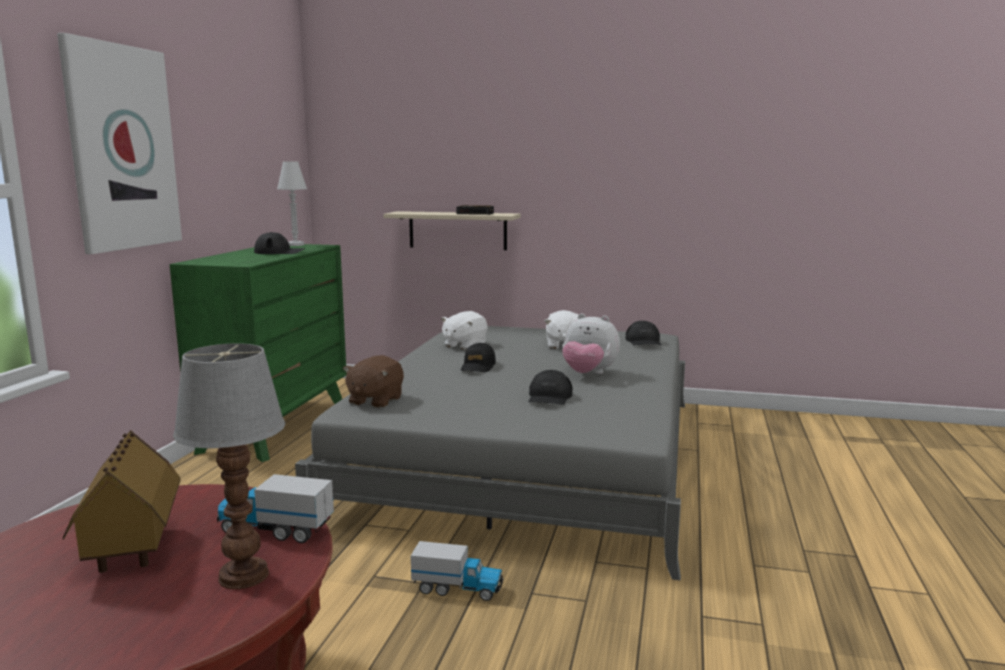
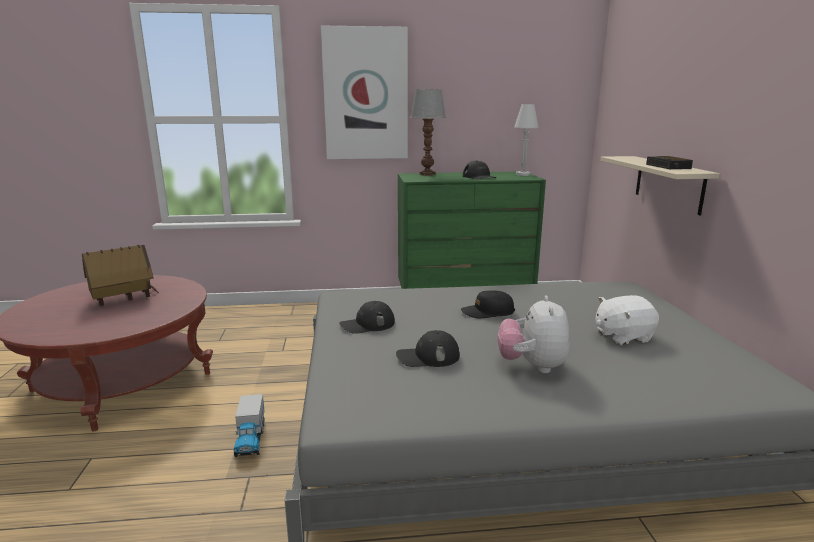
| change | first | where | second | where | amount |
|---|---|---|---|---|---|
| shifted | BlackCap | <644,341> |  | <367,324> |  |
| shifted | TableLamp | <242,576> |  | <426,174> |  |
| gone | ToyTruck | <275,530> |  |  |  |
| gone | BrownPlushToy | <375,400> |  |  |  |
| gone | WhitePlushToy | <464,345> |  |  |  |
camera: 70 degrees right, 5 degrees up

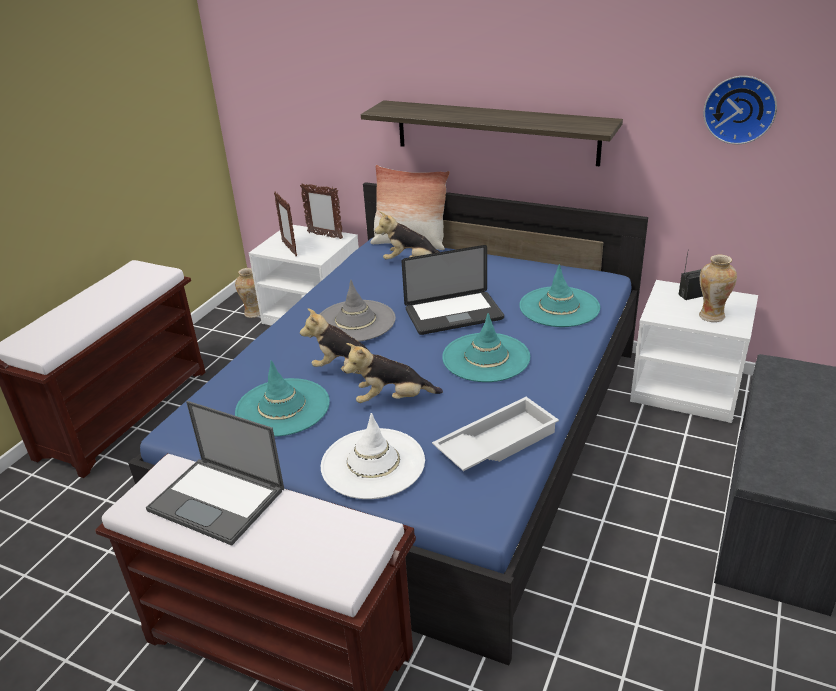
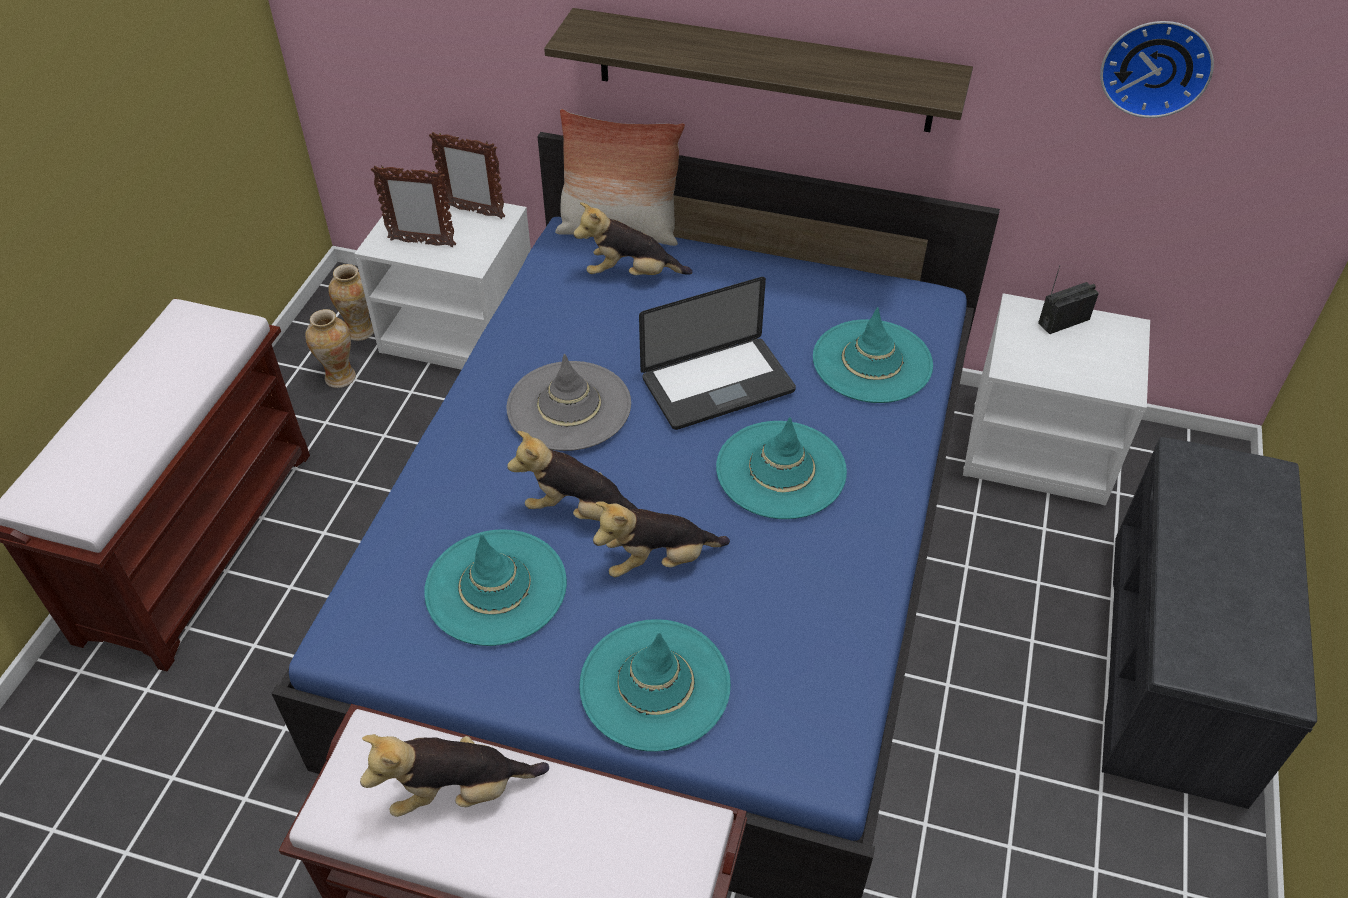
| change | first | where | second | where | amount |
|---|---|---|---|---|---|
| shifted | Vase | <710,316> |  | <339,377> |  |
| swapped | Laptop | <218,500> | PlushToy | <458,792> |  |
| rotated | PictureFrame | <289,249> |  | <421,243> | 45 degrees counterclockwise |
| repainted | WhiteHat | <373,463> | TurquoiseHat | <654,684> |  |
| gone | WhiteTray | <496,442> |  |  |  |
camera: 10 degrees left, 15 degrees up

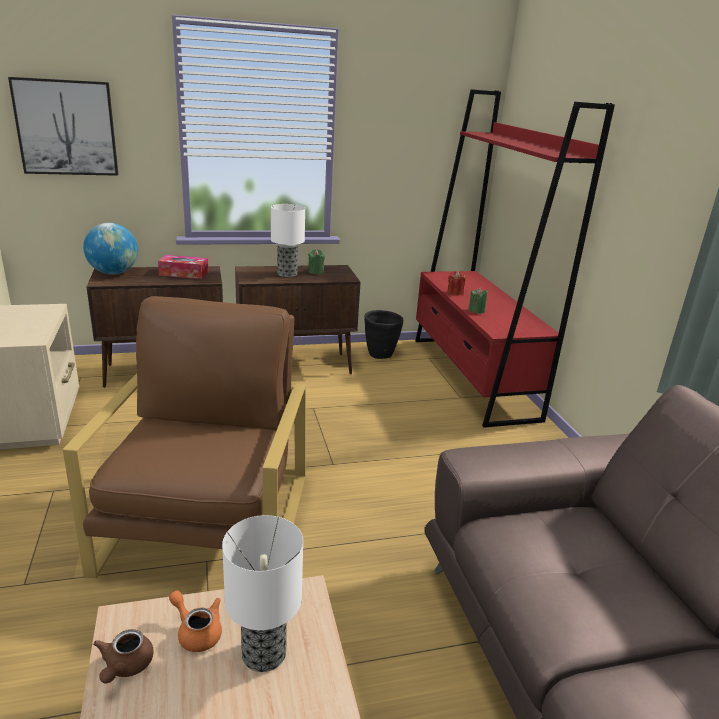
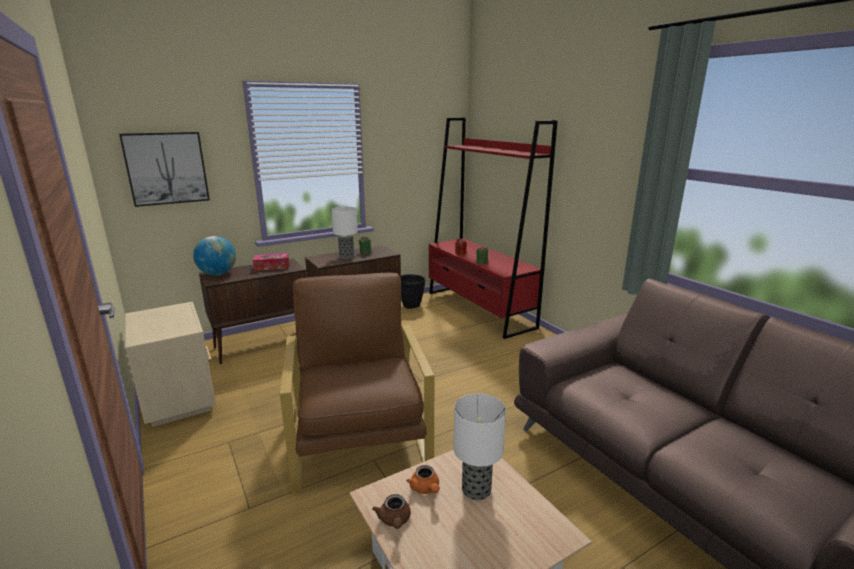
| change | first | where | second | where | amount |
|---|---|---|---|---|---|
| rotated | OrangeTeapot | <196,631> |  | <425,489> | 135 degrees counterclockwise |
camera: 15 degrees left, 5 degrees down

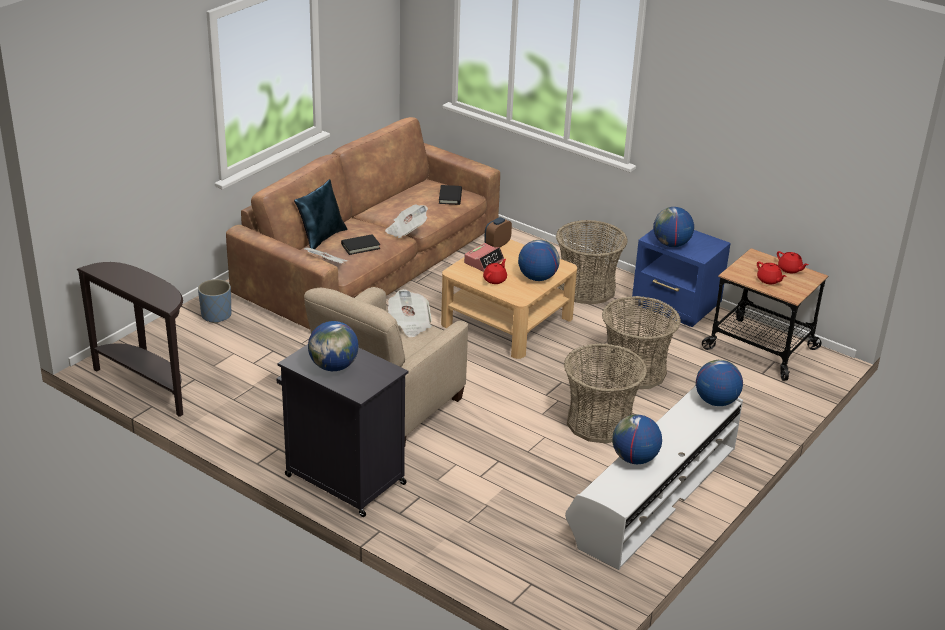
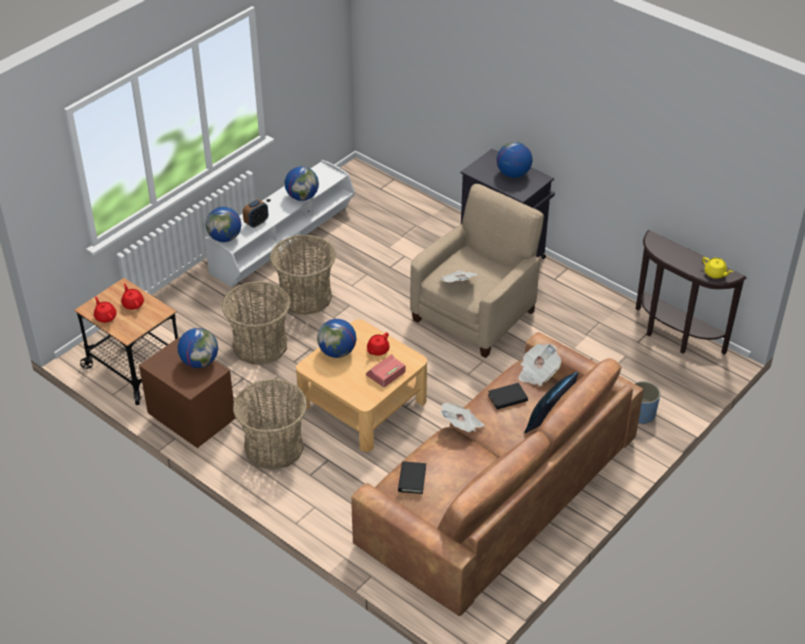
| change | first | where | second | where | amount |
|---|---|---|---|---|---|
| repainted | BlueNightstand | <676,308> | BrownNightstand | <192,420> |  |
| shifted | AlarmClock | <497,245> |  | <256,223> |  |
| new |  |  | YellowTeapot | <715,273> |  |
camera: 175 degrees left, 10 degrees up

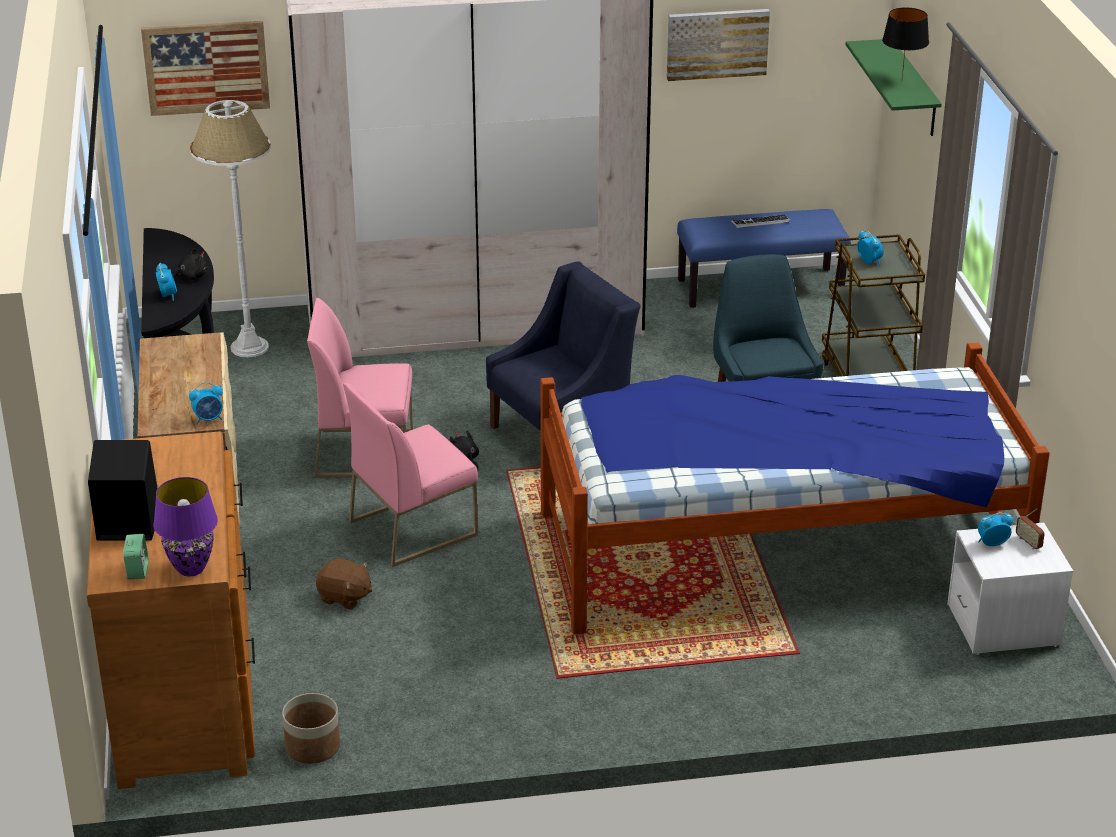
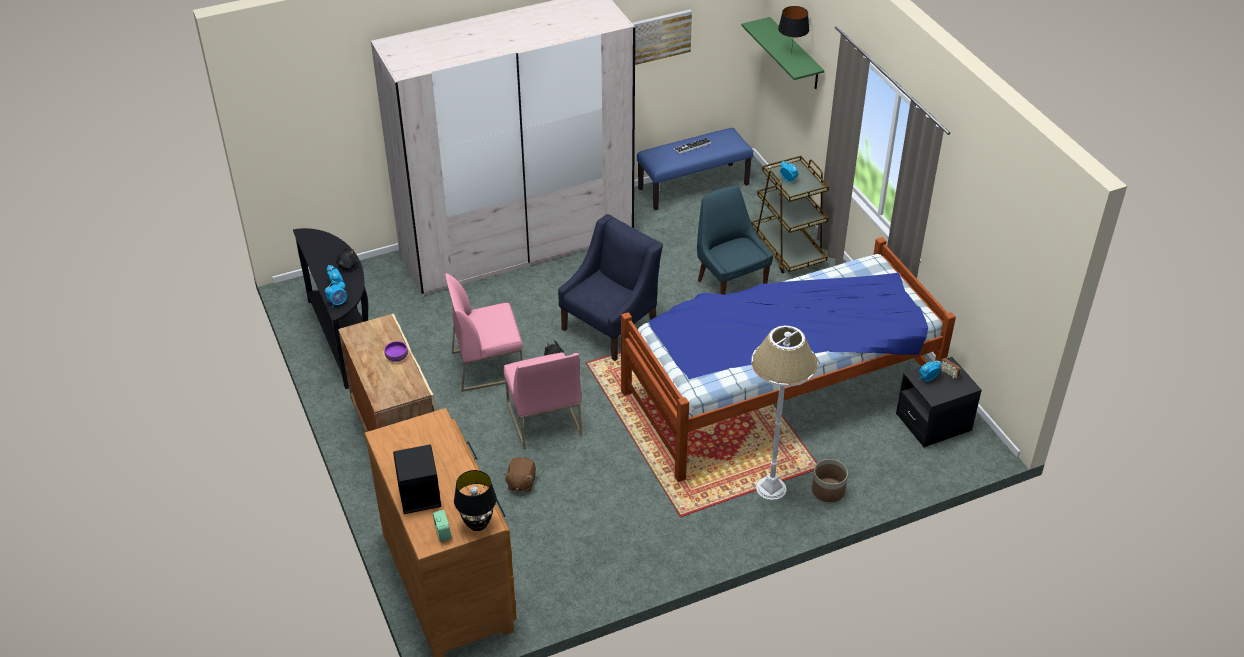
| change | first | where | second | where | amount |
|---|---|---|---|---|---|
| shifted | AlarmClock | <209,419> |  | <338,303> |  |
| new |  |  | PurpleBowl | <397,356> |  |
| repainted | PurpleTableLamp | <191,568> | BlackTableLamp | <477,524> |  |
| rotated | PinkChair | <413,527> |  | <543,419> | 60 degrees counterclockwise |
| rotated | BrownPlushToy | <345,597> |  | <521,483> | 90 degrees clockwise |
| shifted | WhiteFloorLamp | <249,348> |  | <771,489> |  |
| shifted | Planter | <312,747> |  | <828,490> |  |
| repainted | WhiteNightstand | <1003,625> | BlackNightstand | <933,422> |  |
| gone | Picture | <206,67> |  |  |  |
camera: 15 degrees left, 10 degrees up

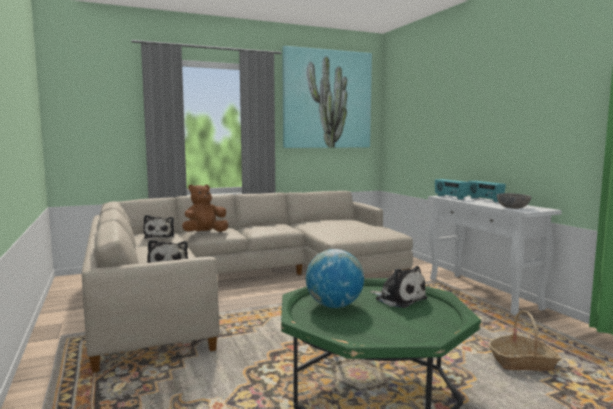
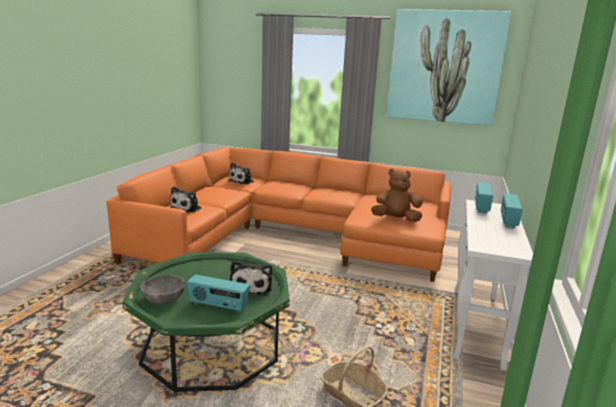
| change | first | where | second | where | amount |
|---|---|---|---|---|---|
| repainted | BeigeSofa | <241,283> | OrangeSofa | <291,235> |  |
| shifted | GreyBowl | <512,208> |  | <163,299> |  |
| new |  |  | Radio | <218,306> |  |
| shifted | BrownPlushToy | <205,233> |  | <395,219> |  |
| gone | Globe | <334,306> |  |  |  |
camera: 40 degrees right, 10 degrees up

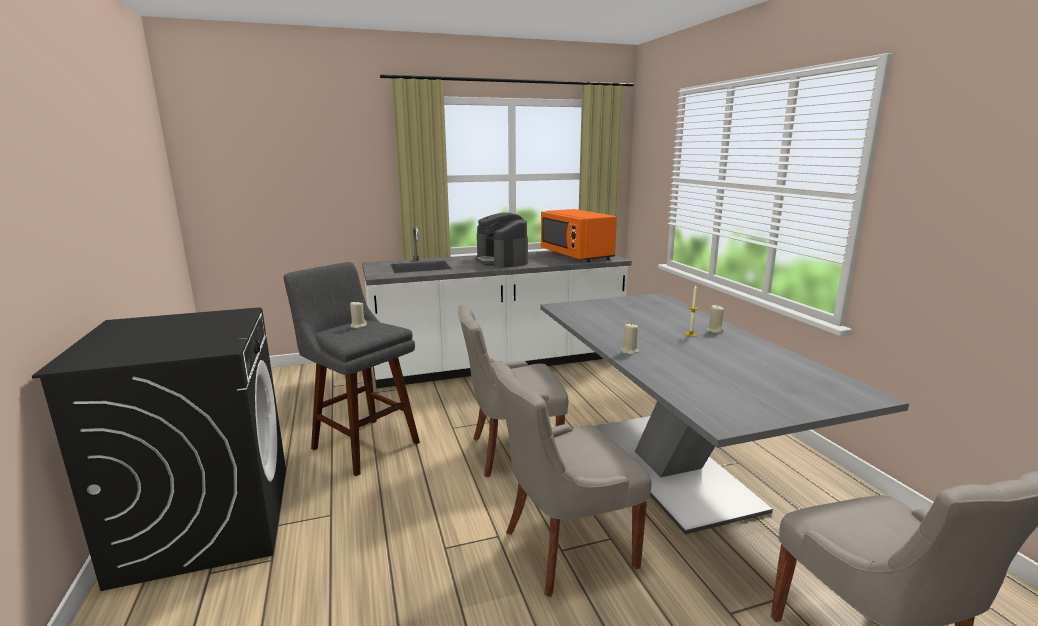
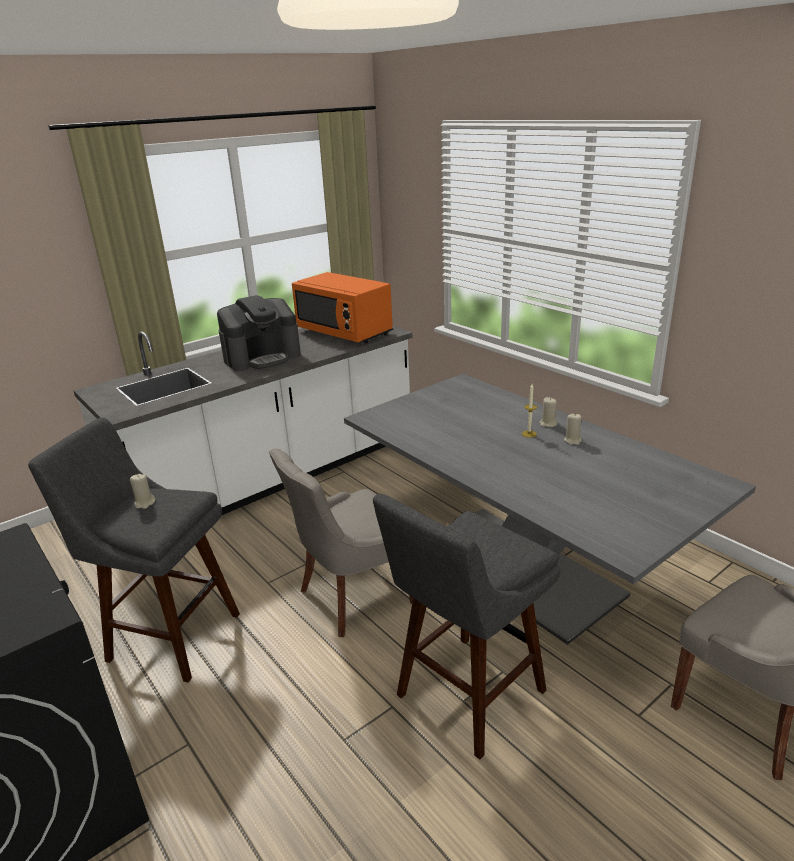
| change | first | where | second | where | amount |
|---|---|---|---|---|---|
| rotated | CoffeeMachine | <502,261> |  | <262,357> | 75 degrees counterclockwise |
| swapped | GreyChair | <565,548> | GreyStool | <466,697> |  |
| shifted | BeigeCandle | <629,351> |  | <572,440> |  |
camera: 20 degrees left, 10 degrees up

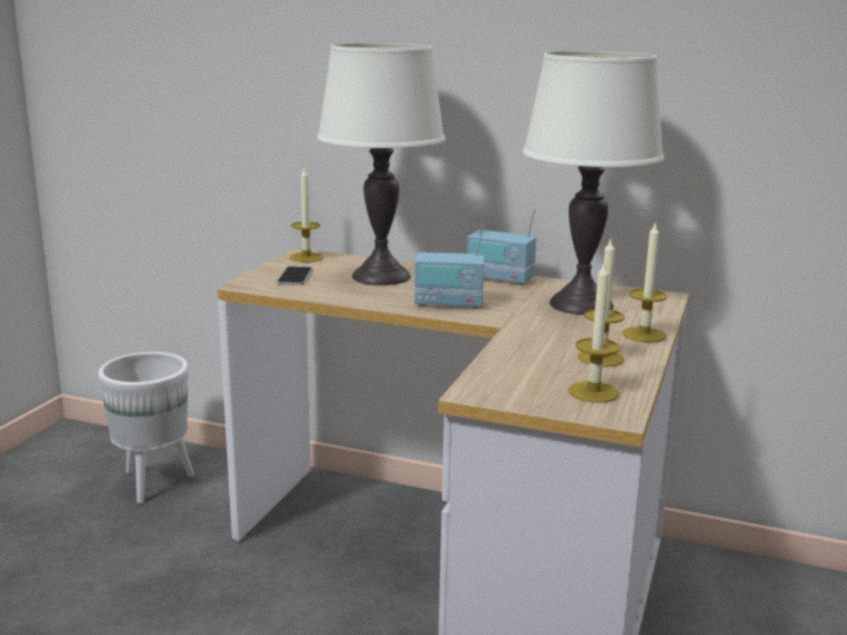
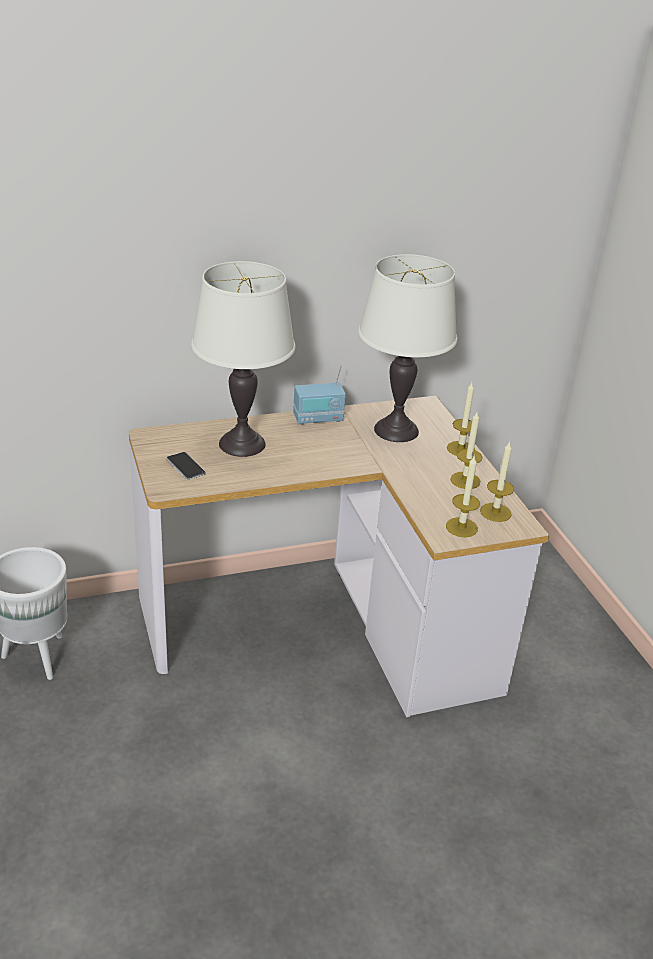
| change | first | where | second | where | amount |
|---|---|---|---|---|---|
| shifted | Candle | <306,257> |  | <461,527> |  |
| gone | Radio | <448,304> |  |  |  |
camera: 40 degrees left, 15 degrees up

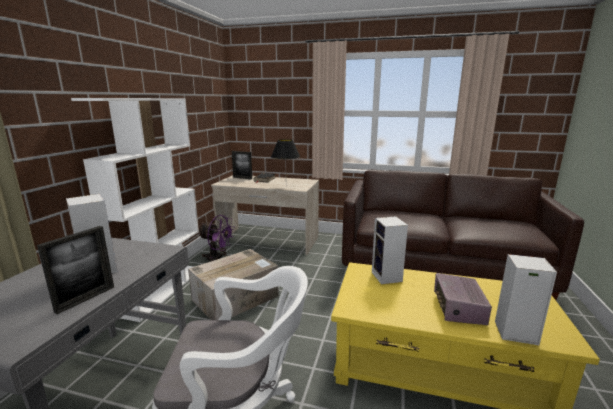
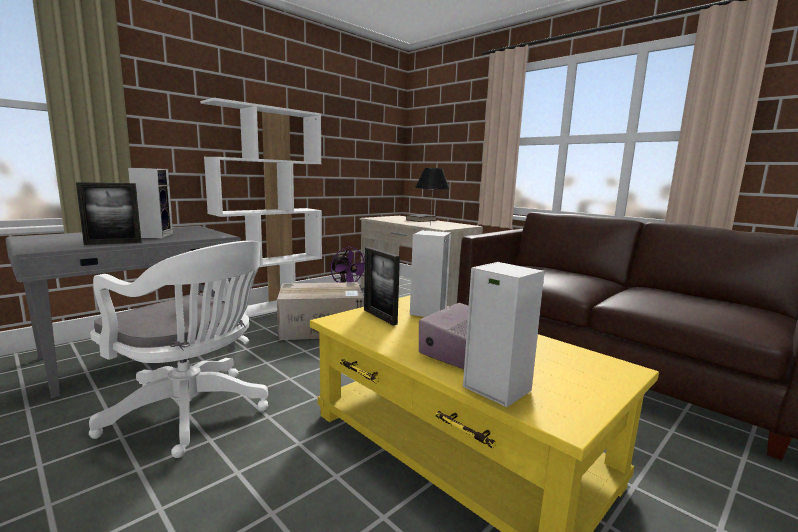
| change | first | where | second | where | amount |
|---|---|---|---|---|---|
| shifted | PictureFrame | <242,178> |  | <380,317> |  |
camera: 30 degrees right, 5 degrees down

